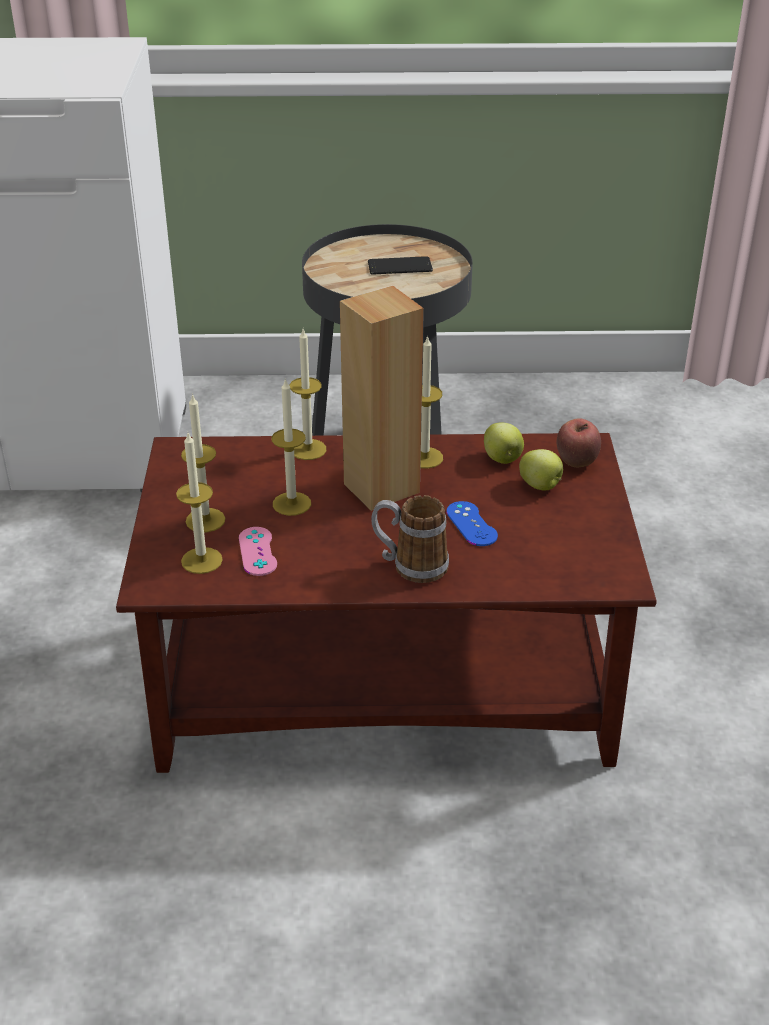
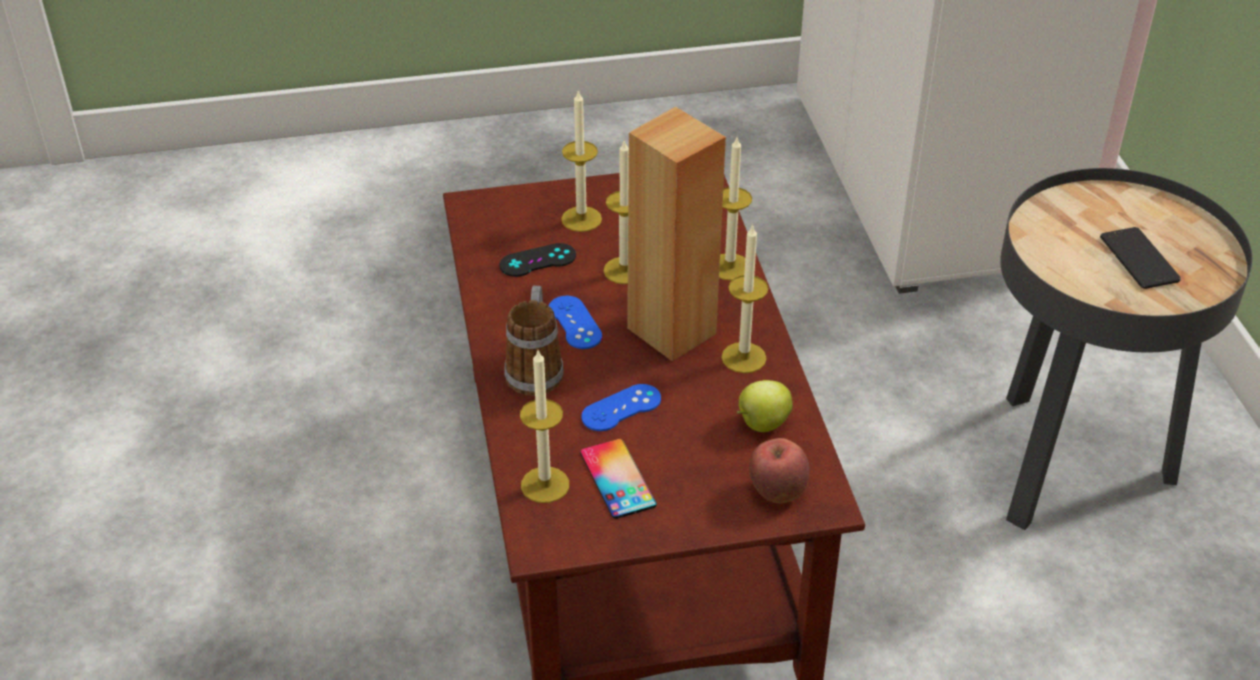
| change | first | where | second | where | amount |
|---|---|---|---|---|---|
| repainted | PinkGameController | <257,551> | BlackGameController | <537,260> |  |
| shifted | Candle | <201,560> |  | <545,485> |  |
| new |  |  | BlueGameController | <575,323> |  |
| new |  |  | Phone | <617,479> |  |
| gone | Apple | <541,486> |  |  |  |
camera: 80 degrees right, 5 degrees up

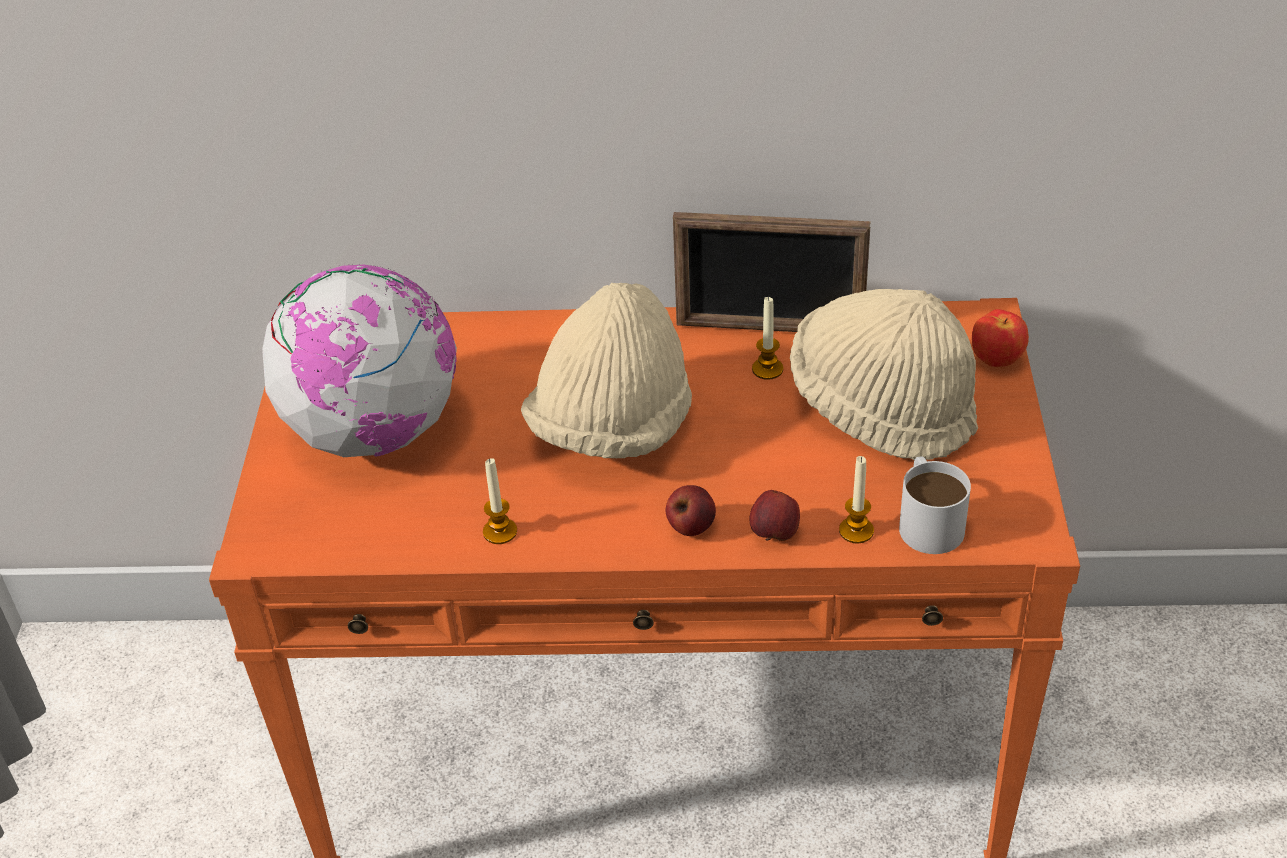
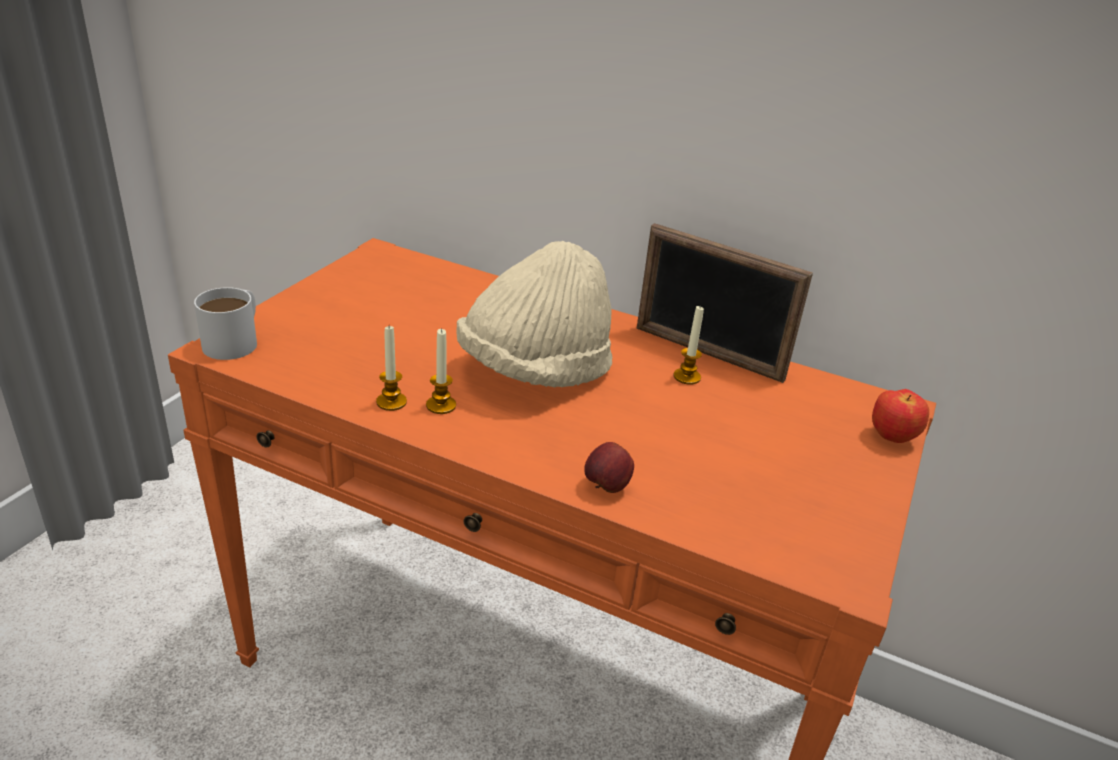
| change | first | where | second | where | amount |
|---|---|---|---|---|---|
| shifted | WhiteMug | <927,520> |  | <236,340> |  |
| shifted | Candle | <856,531> |  | <441,405> |  |
| gone | Globe | <375,431> |  |  |  |
| gone | Apple | <690,527> |  |  |  |
| gone | BeigeHat | <881,408> |  |  |  |
camera: 20 degrees right, 10 degrees down

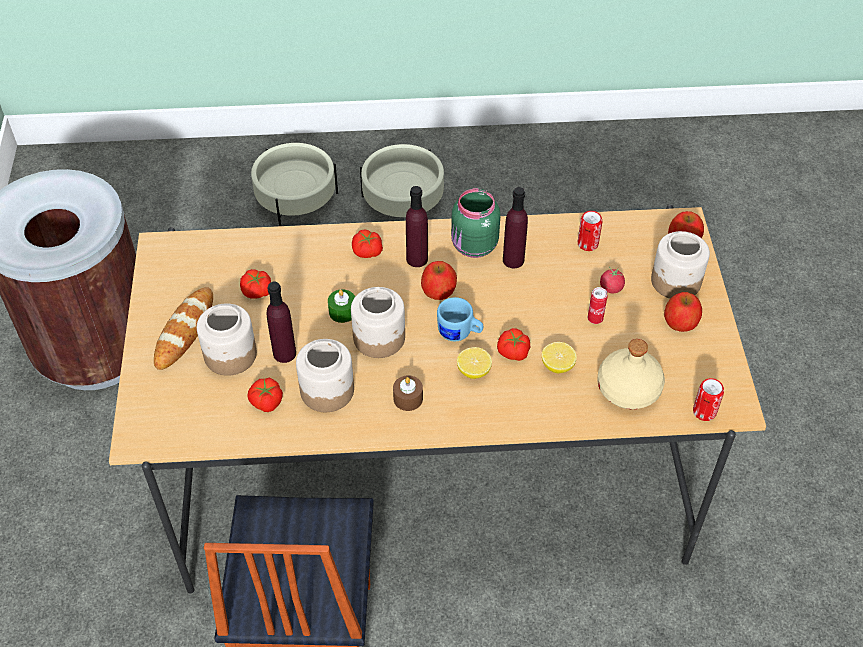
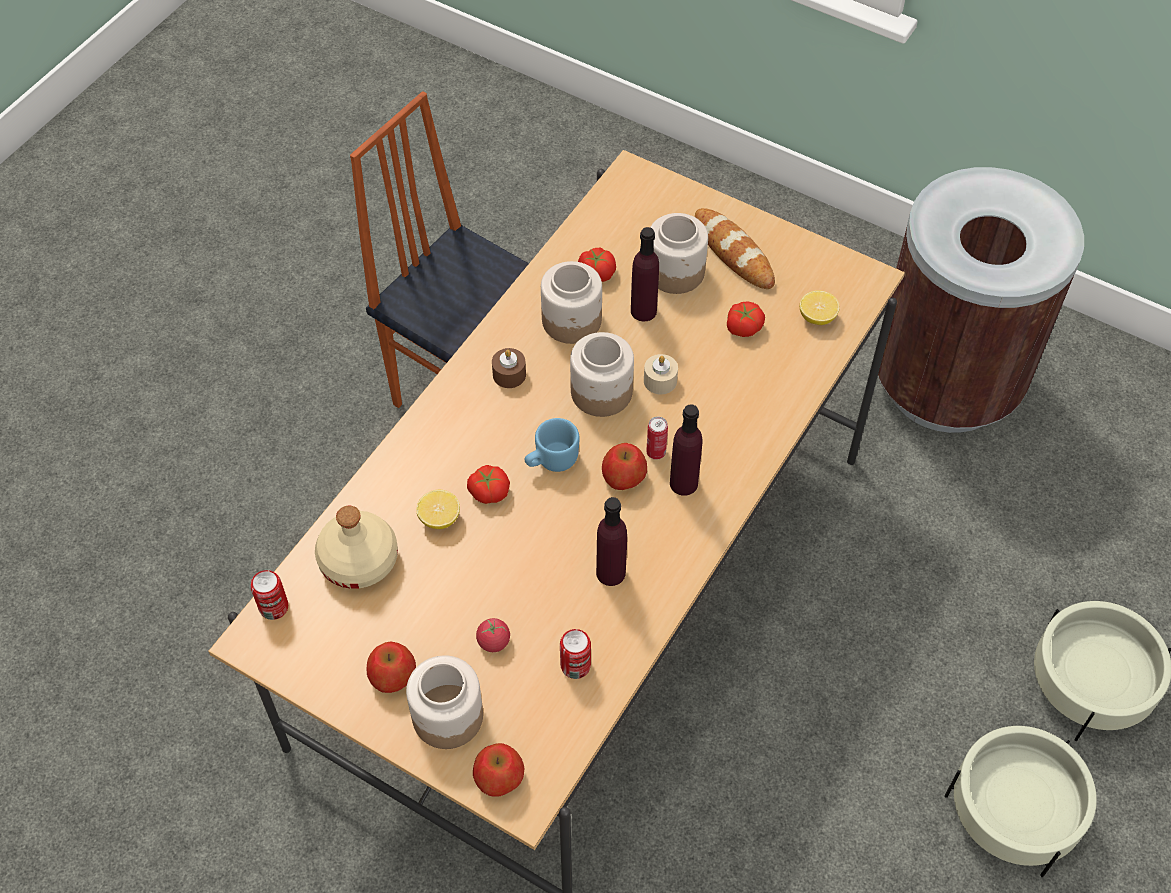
| change | first | where | second | where | amount |
|---|---|---|---|---|---|
| repainted | GreenCandle | <342,311> | BeigeCandle | <660,380> |  |
| shifted | Can | <595,319> |  | <656,452> |  |
| shifted | Lemon | <473,371> |  | <817,317> |  |
| gone | Tomato | <367,251> |  |  |  |
| gone | GreenJar | <473,246> |  |  |  |
camera: 125 degrees right, 5 degrees up

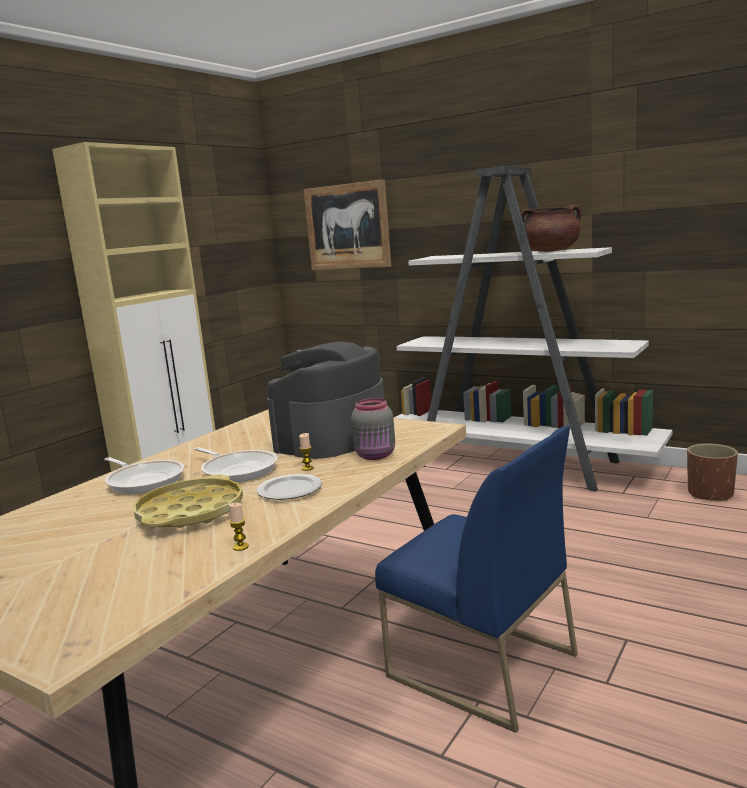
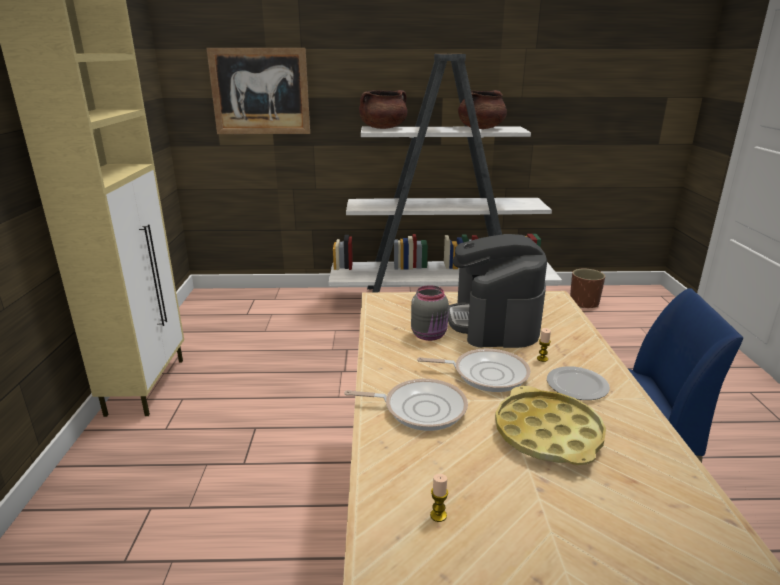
| change | first | where | second | where | amount |
|---|---|---|---|---|---|
| new |  |  | BrownCookingPot | <383,128> |  |
| shifted | GreyJar | <376,456> |  | <430,335> |  |
| shifted | Candle | <240,547> |  | <438,515> |  |
camera: 35 degrees left, 10 degrees up

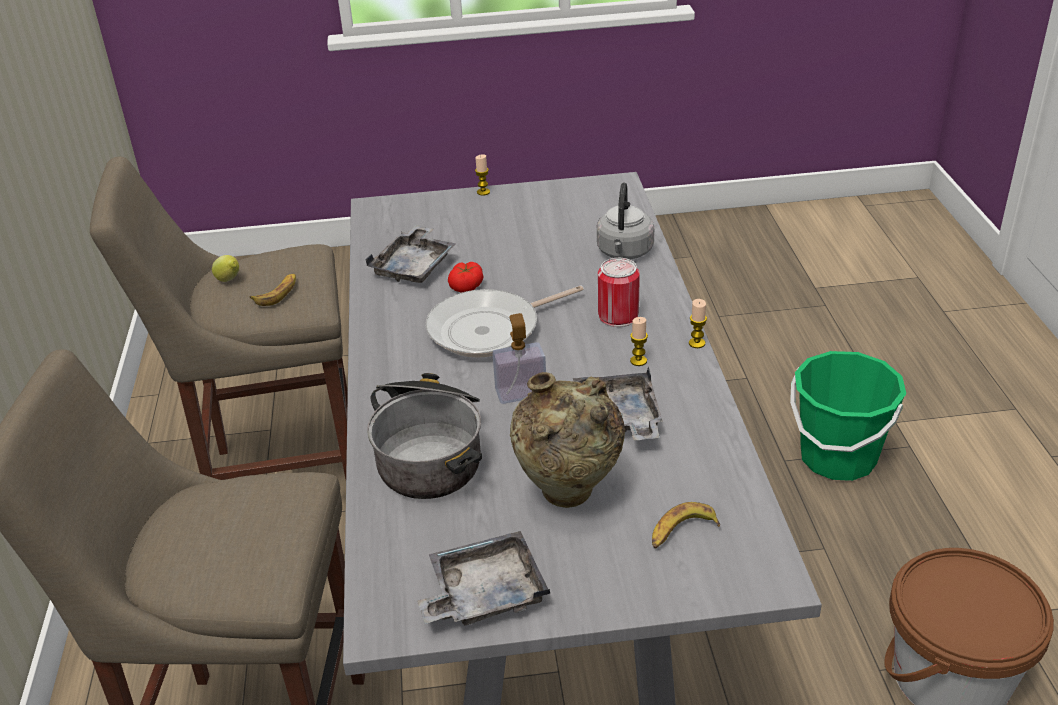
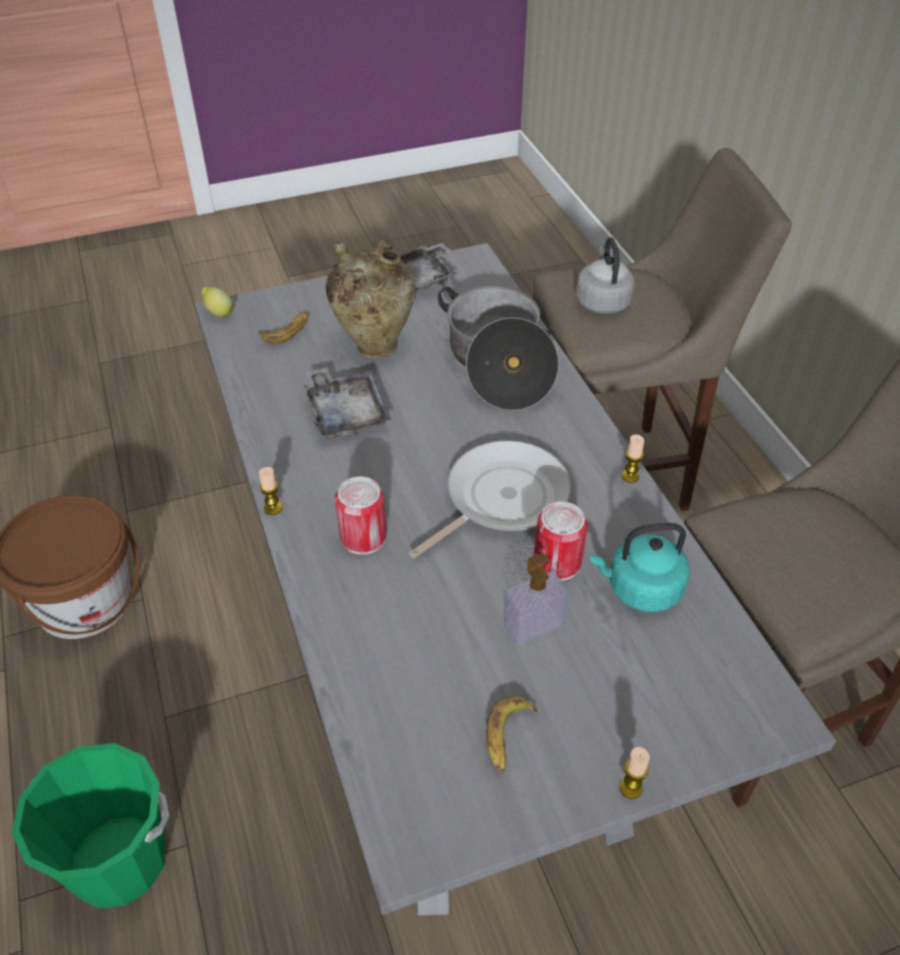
| change | first | where | second | where | amount |
|---|---|---|---|---|---|
| shifted | Lemon | <229,280> |  | <218,313> |  |
| shifted | Banana | <277,293> |  | <507,737> |  |
| shifted | SoapDispenser | <521,393> |  | <533,625> |  |
| swapped | Tomato | <466,286> | Can | <557,562> |  |
| shifted | GreyKettle | <624,253> |  | <602,301> |  |
| swapped | GreyTray | <414,266> | TurquoiseKettle | <640,589> |  |
| shifted | Candle | <638,361> |  | <630,476> |  |
camera: 165 degrees right, 10 degrees up

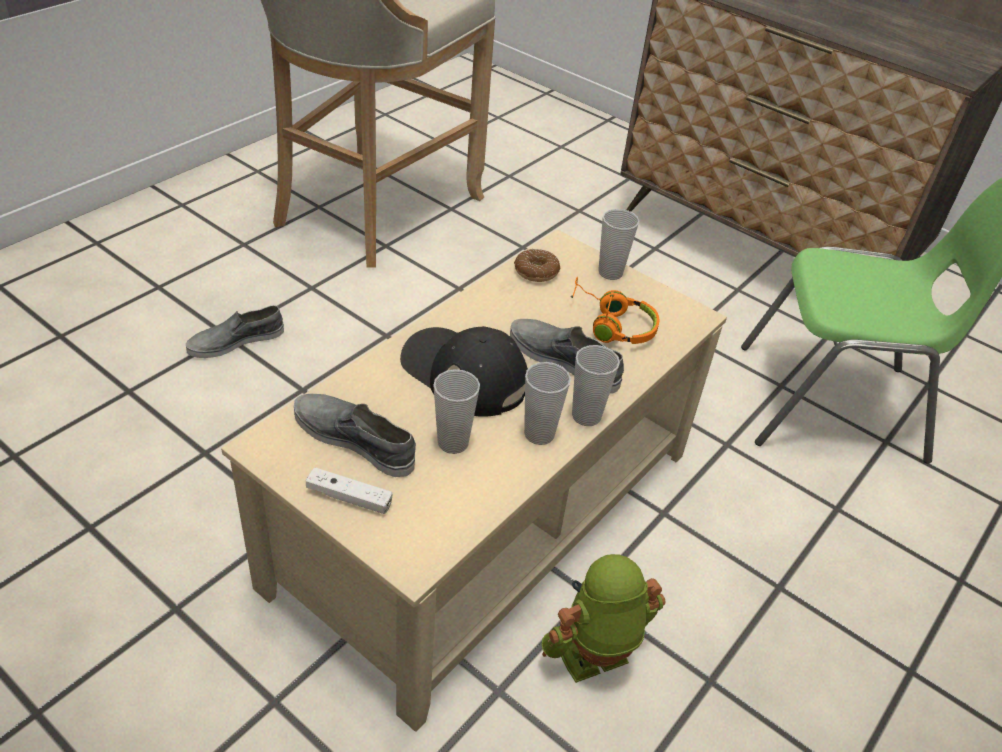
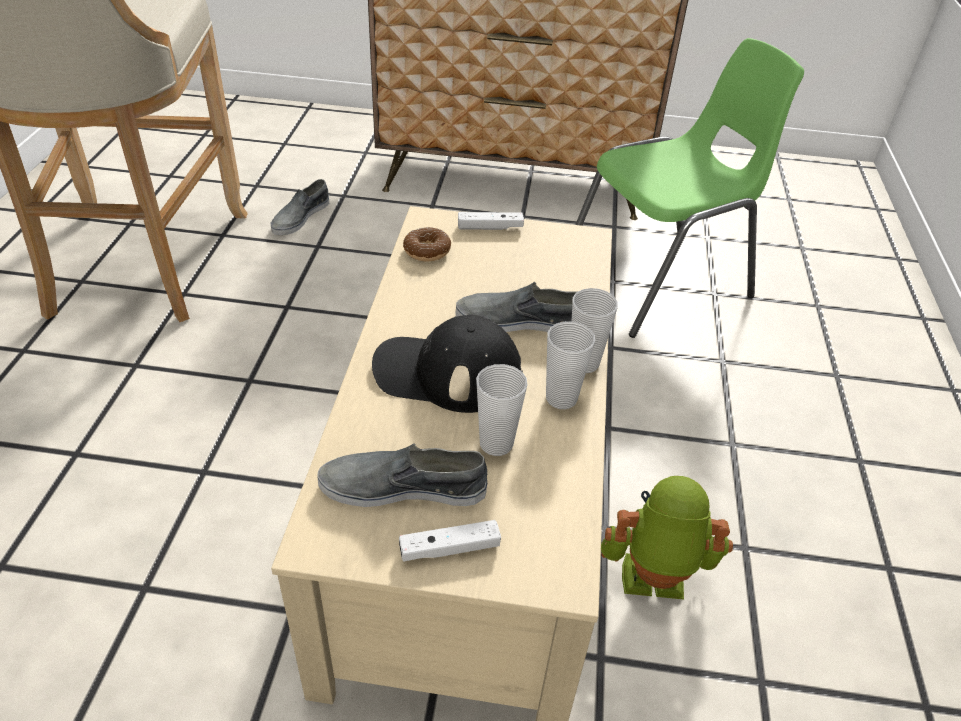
| change | first | where | second | where | amount |
|---|---|---|---|---|---|
| shifted | GreyShoe | <236,341> |  | <300,217> |  |
| swapped | Cup | <610,273> | WhiteGameController | <490,227> |  |
| rotated | ToyRobot | <594,659> |  | <651,582> | 60 degrees clockwise |
| gone | OrangeHeadphones | <611,324> |  |  |  |
camera: 30 degrees left, 0 degrees up

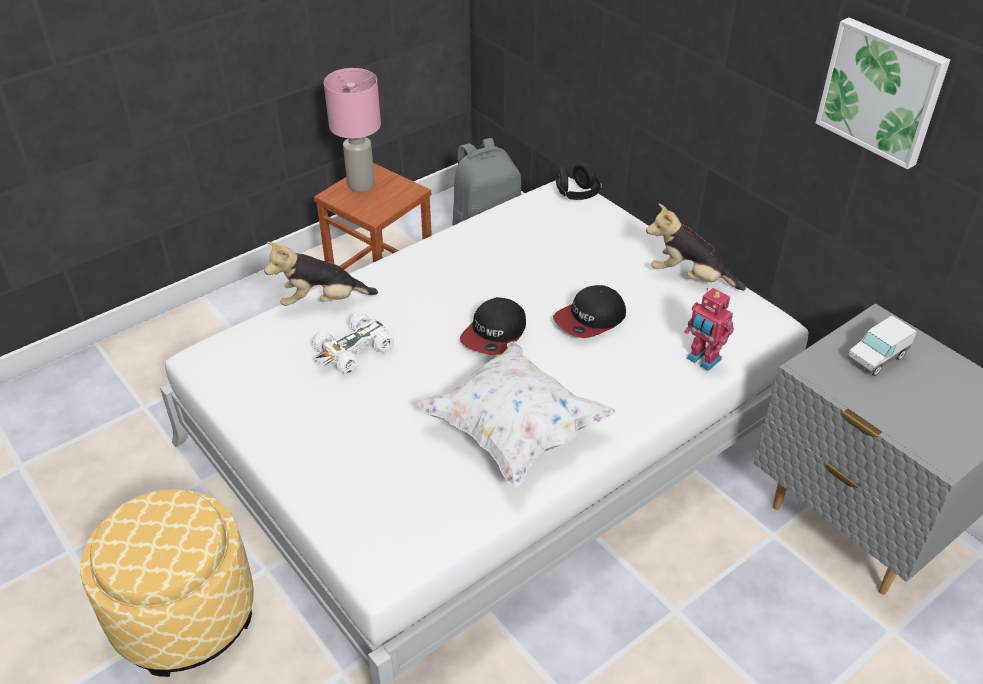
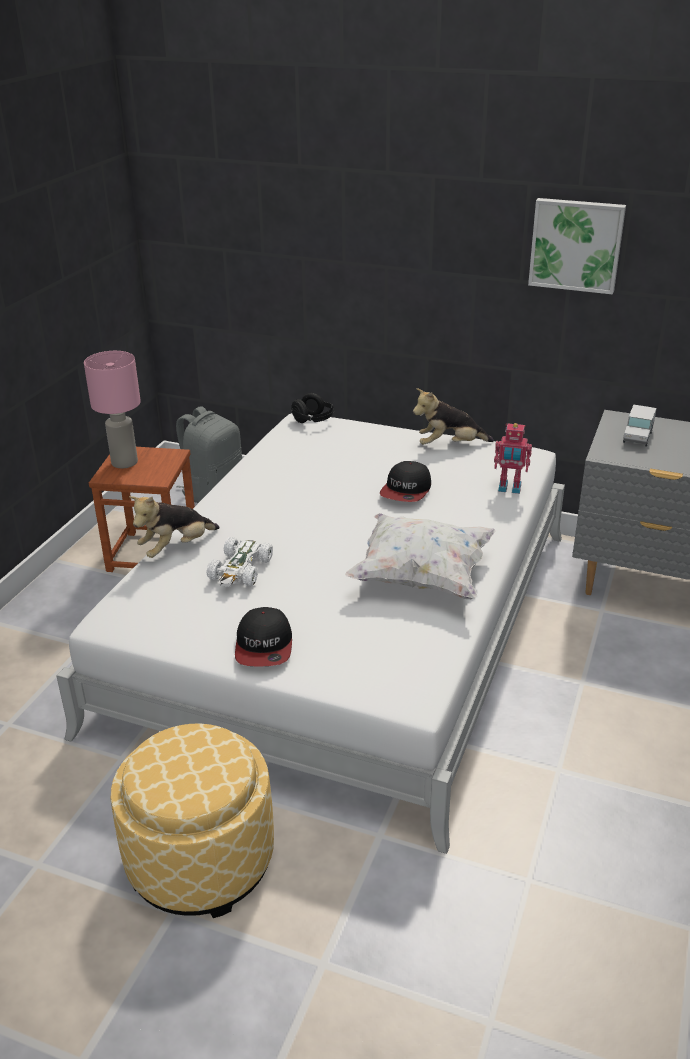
| change | first | where | second | where | amount |
|---|---|---|---|---|---|
| shifted | Cap | <494,334> |  | <264,646> |  |
camera: 30 degrees left, 10 degrees down

